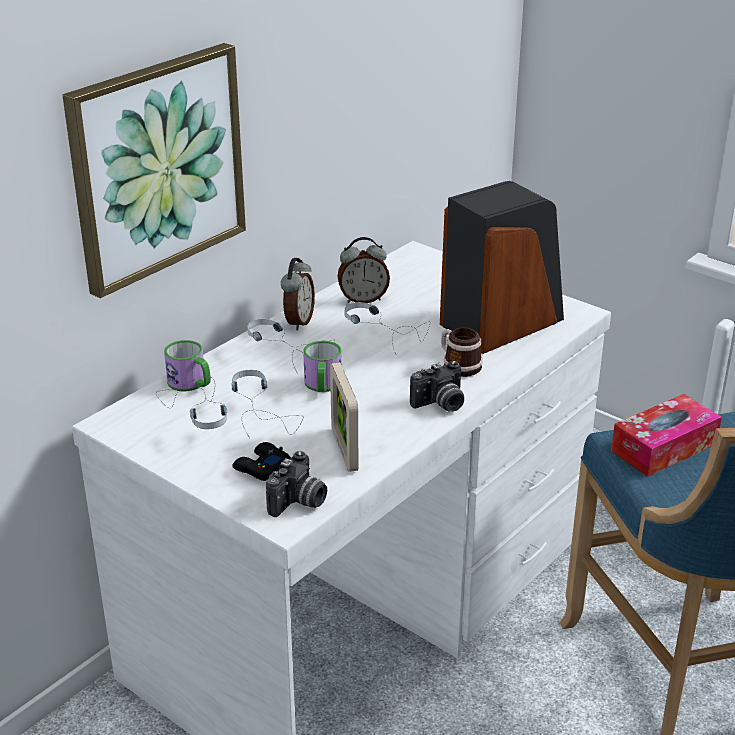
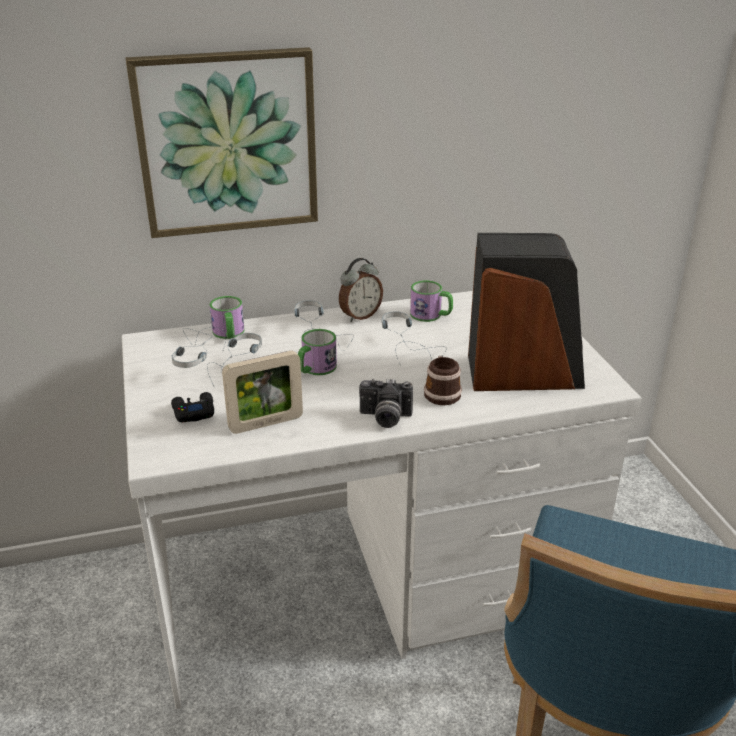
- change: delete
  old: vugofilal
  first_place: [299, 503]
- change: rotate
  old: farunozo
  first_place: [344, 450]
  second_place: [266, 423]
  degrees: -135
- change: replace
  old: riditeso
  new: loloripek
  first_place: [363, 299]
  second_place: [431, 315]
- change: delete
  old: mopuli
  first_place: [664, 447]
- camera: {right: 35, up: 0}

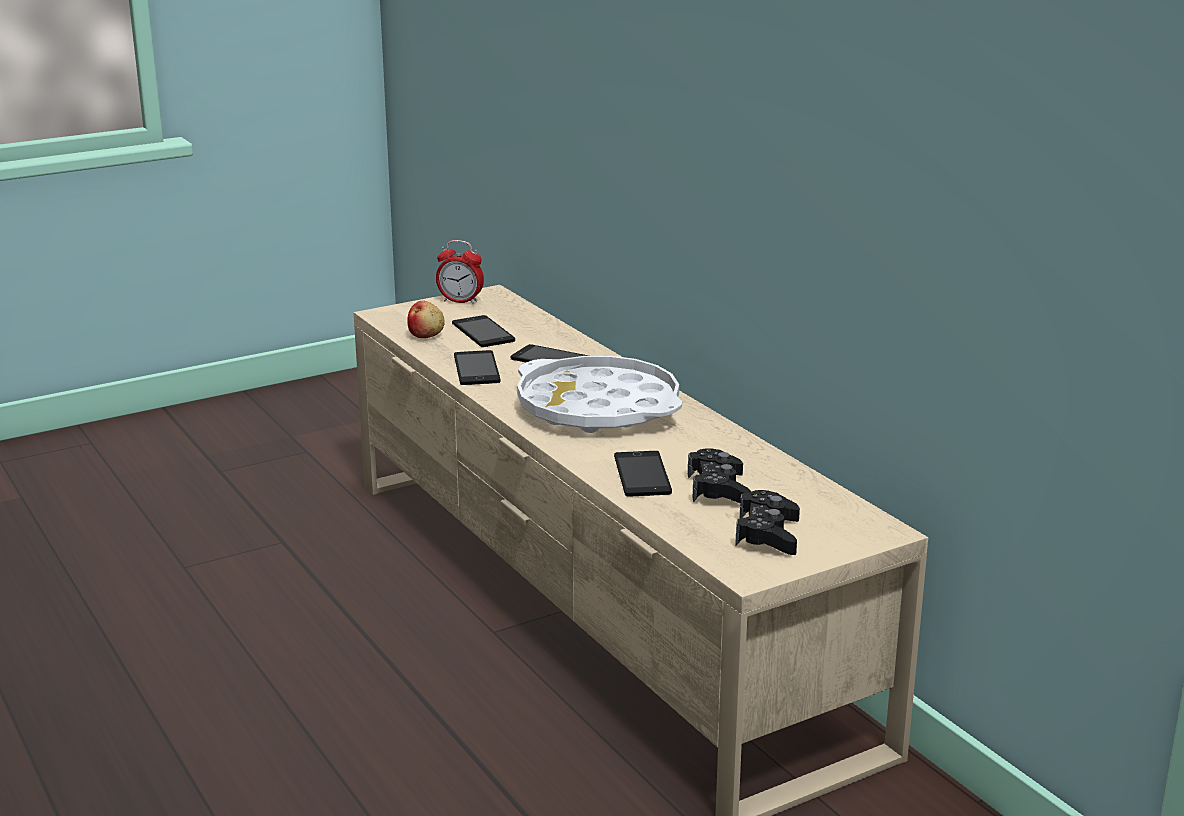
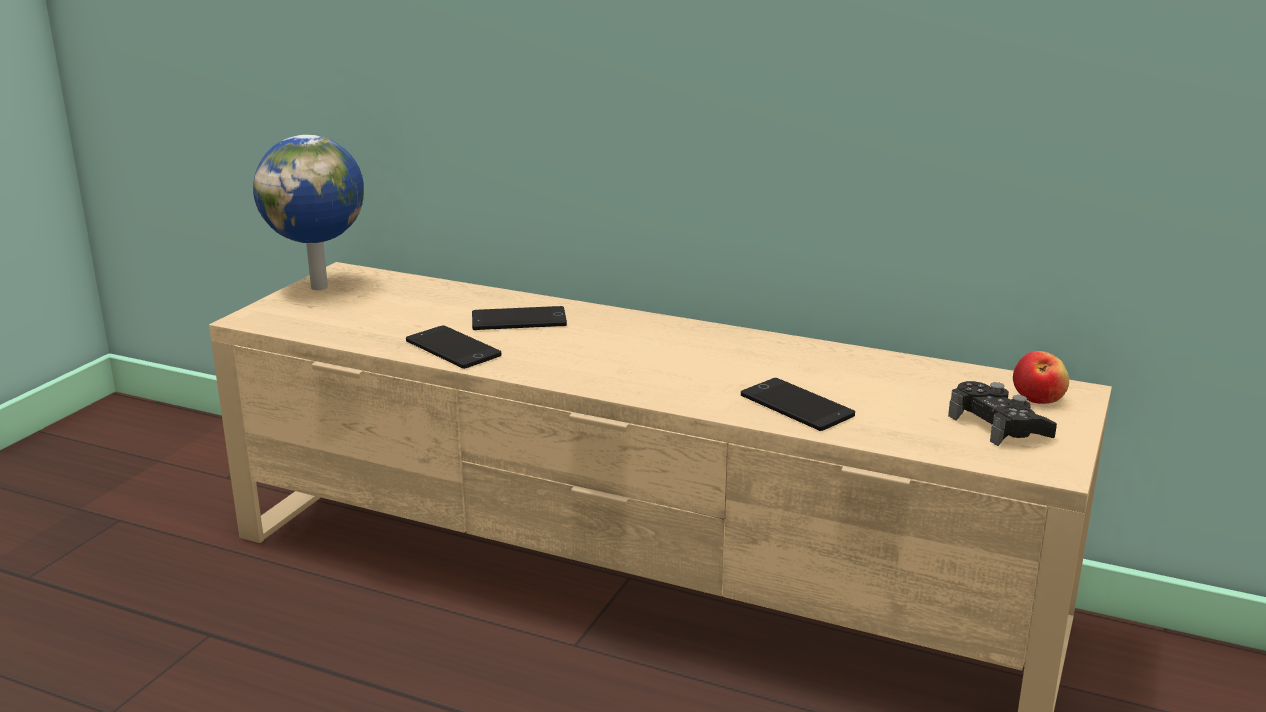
- change: move
  old: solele
  first_place: [426, 335]
  second_place: [1038, 398]
- change: replace
  old: riditeso
  new: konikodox
  first_place: [460, 301]
  second_place: [321, 286]
- change: delete
  old: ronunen
  first_place: [483, 332]
- change: delete
  old: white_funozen
  first_place: [598, 408]
- change: delete
  old: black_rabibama
  first_place: [718, 489]
- camera: {right: -35, up: 0}

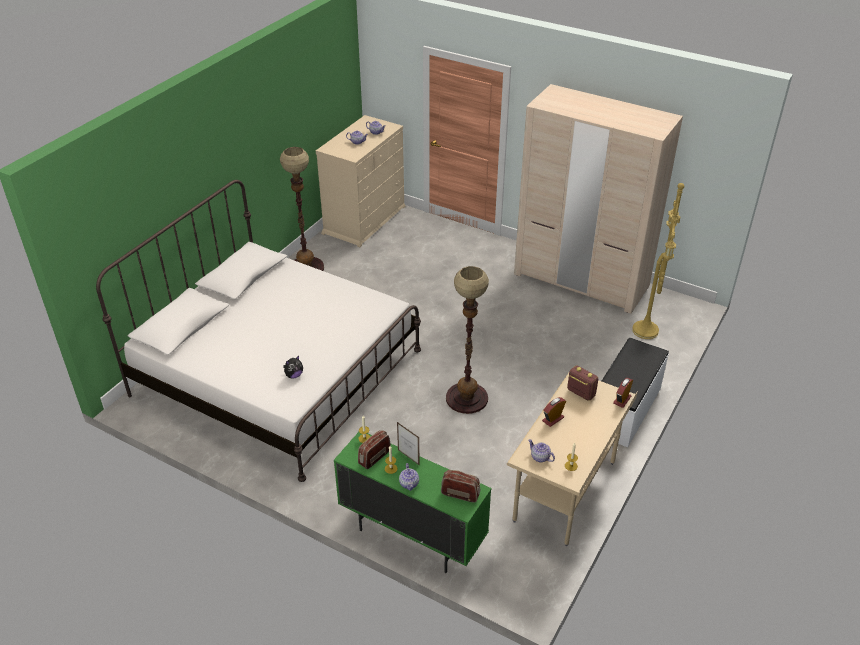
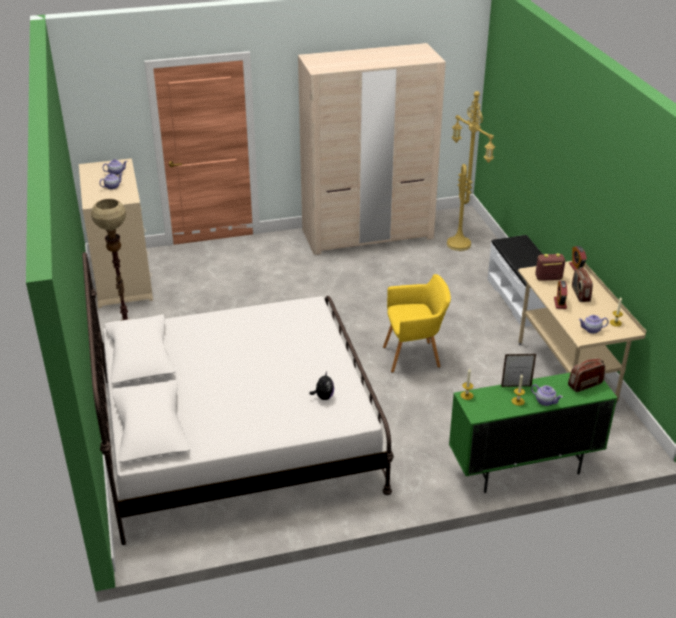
- change: move
  old: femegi
  first_place: [374, 457]
  second_place: [580, 294]
- change: replace
  old: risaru
  new: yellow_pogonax
  first_place: [467, 398]
  second_place: [414, 356]
- camera: {right: -45, up: -5}

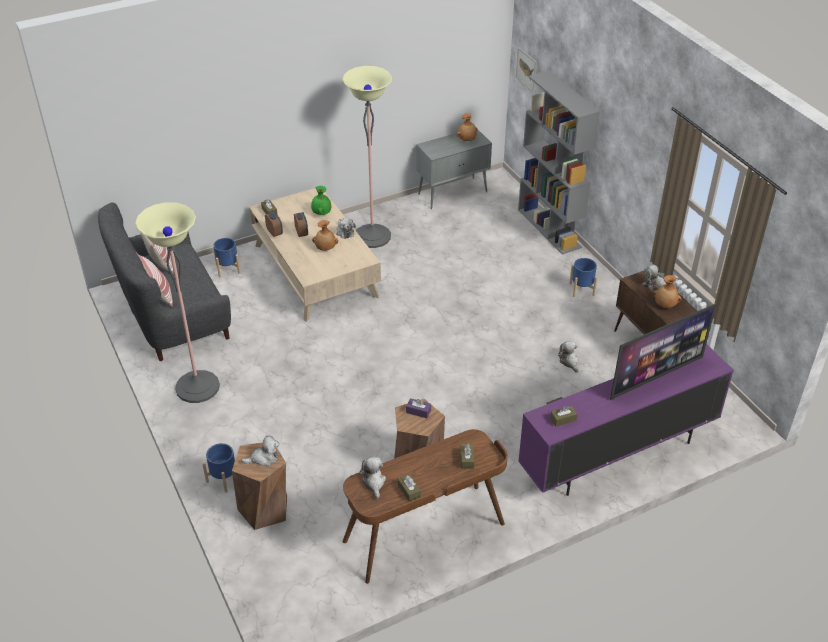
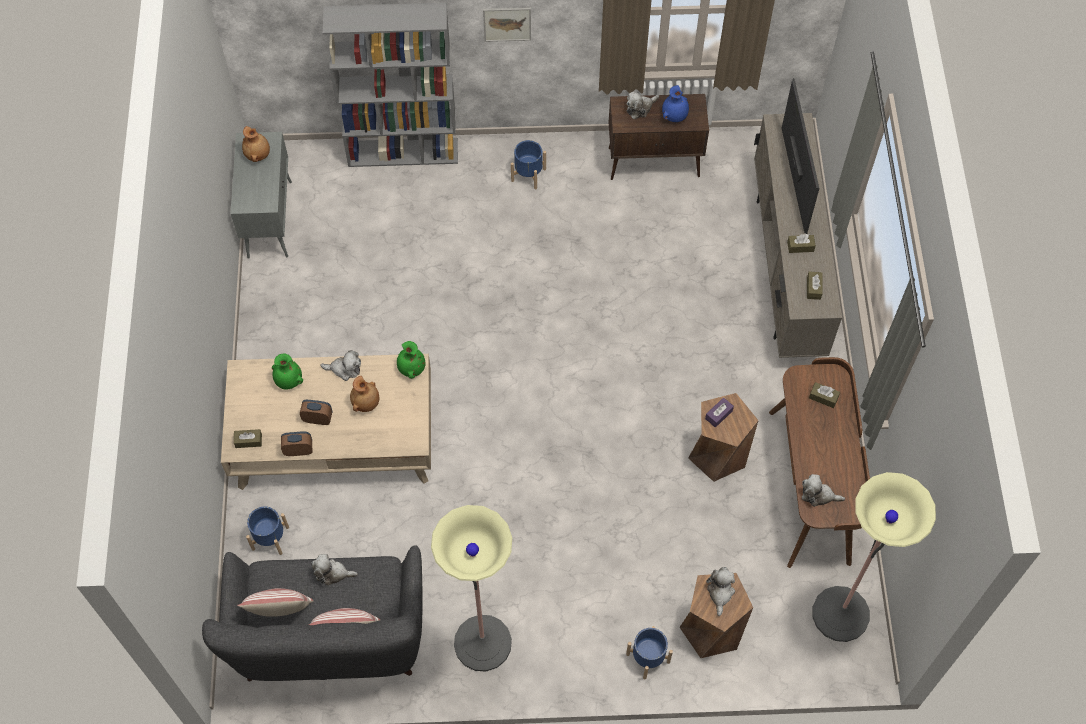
- change: move
  old: risaru
  first_place: [372, 236]
  second_place: [840, 614]
- change: move
  old: brown_mopuli
  first_place: [409, 491]
  second_place: [800, 246]
- change: move
  old: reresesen
  first_place: [526, 69]
  second_place: [507, 23]
- change: recolor
  old: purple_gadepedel
  new: beige_gadepedel
  first_place: [617, 456]
  second_place: [786, 269]
- change: move
  old: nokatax
  first_place: [569, 361]
  second_place: [332, 573]
- change: recolor
  old: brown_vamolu
  new: blue_vamolu
  first_place: [665, 305]
  second_place: [675, 116]
- change: insert
  new: green_vamolu
  second_place: [411, 368]
- camera: {right: -65, up: 20}

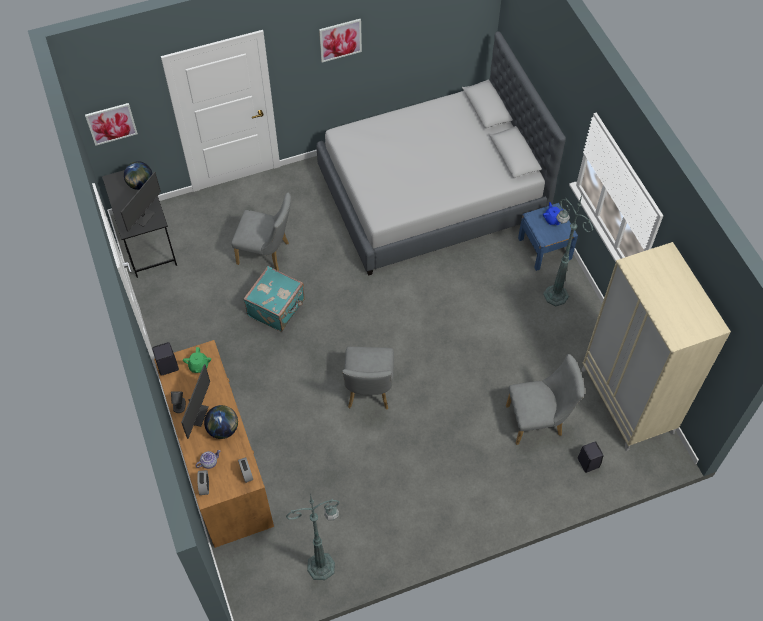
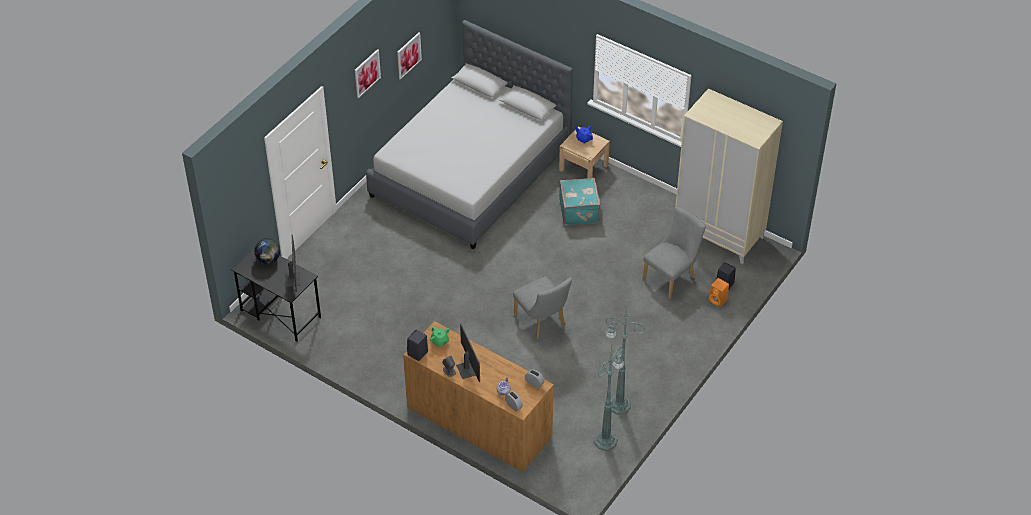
- change: move
  old: reresesen
  first_place: [111, 123]
  second_place: [408, 55]
- change: delete
  old: konikodox
  first_place: [223, 429]
- change: delete
  old: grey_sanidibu
  first_place: [267, 254]
- change: move
  old: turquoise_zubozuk
  first_place: [277, 308]
  second_place: [580, 211]
- change: recolor
  old: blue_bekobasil
  new: beige_bekobasil
  first_place: [544, 248]
  second_place: [583, 168]
- change: move
  old: green_risaru
  first_place: [555, 294]
  second_place: [618, 405]
- change: insert
  new: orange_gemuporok
  second_place: [718, 300]
- camera: {right: -35, up: -10}

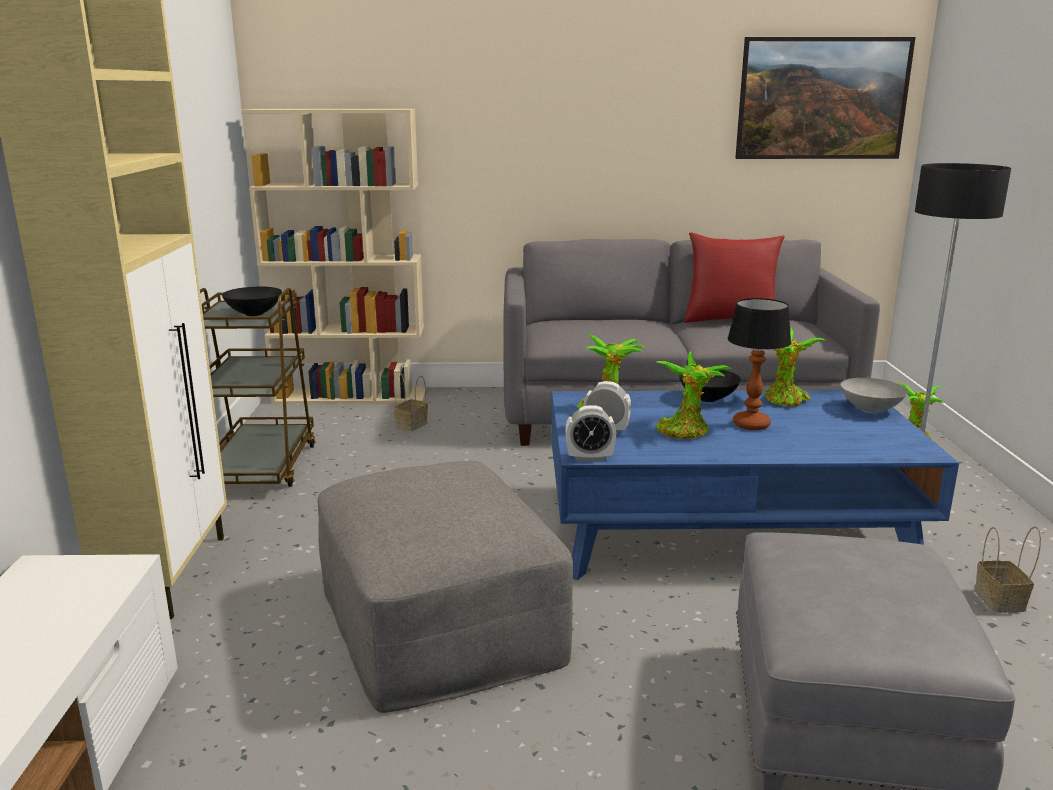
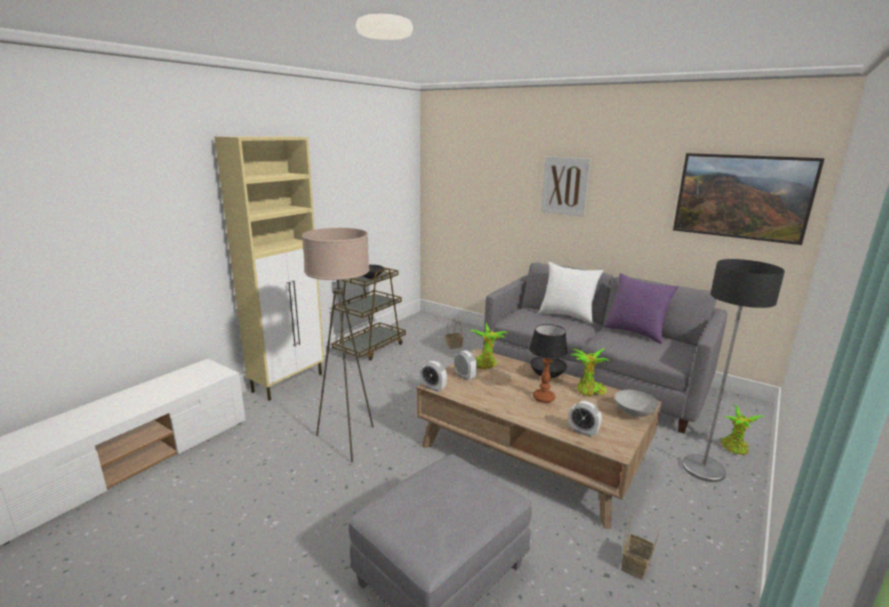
- change: delete
  old: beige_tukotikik
  first_place: [351, 396]
- change: replace
  old: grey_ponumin
  new: beige_risaru
  first_place: [438, 621]
  second_place: [347, 441]
- change: recolor
  old: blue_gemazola
  new: brown_gemazola
  first_place: [726, 527]
  second_place: [532, 452]
- change: delete
  old: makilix
  first_place: [685, 432]
- change: recolor
  old: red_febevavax
  new: purple_febevavax
  first_place: [730, 321]
  second_place: [635, 332]
- change: insert
  new: white_febevavax
  second_place: [567, 315]
- change: insert
  new: reresesen
  second_place: [565, 186]
- change: insert
  new: riditeso
  second_place: [583, 432]
- camera: {right: 35, up: 0}

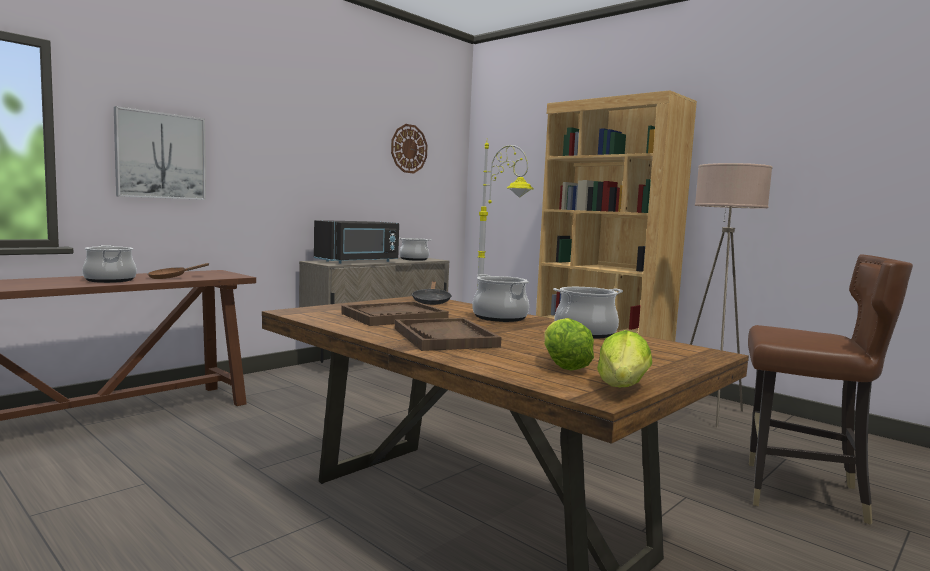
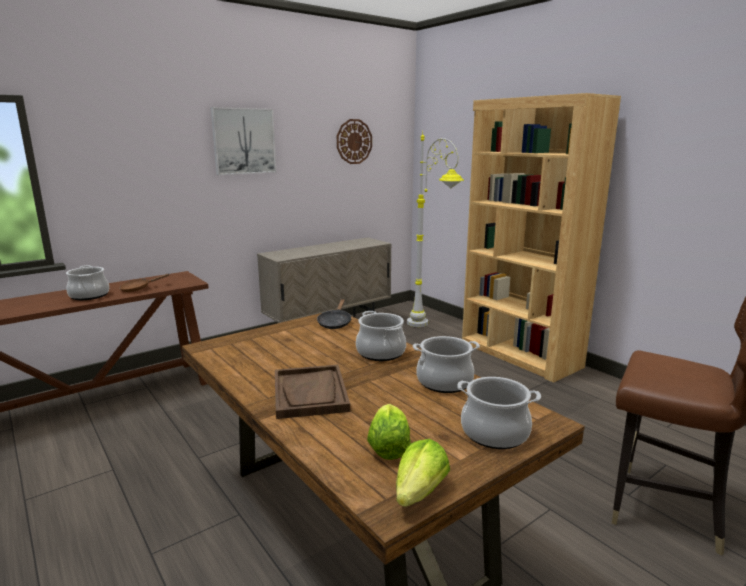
- change: move
  old: reresesen
  first_place: [161, 156]
  second_place: [244, 141]
- change: delete
  old: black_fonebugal
  first_place: [359, 262]
- change: delete
  old: brown_funozen
  first_place: [394, 317]
- change: move
  old: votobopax
  first_place: [414, 259]
  second_place: [495, 433]
- change: delete
  old: beige_risaru
  first_place: [710, 413]
- camera: {right: 10, up: 10}

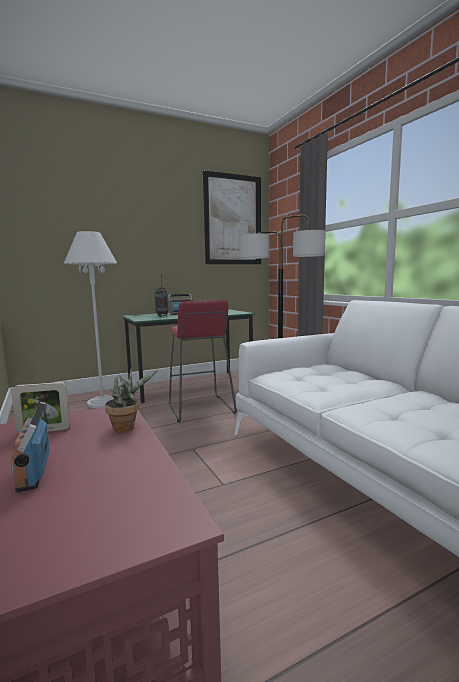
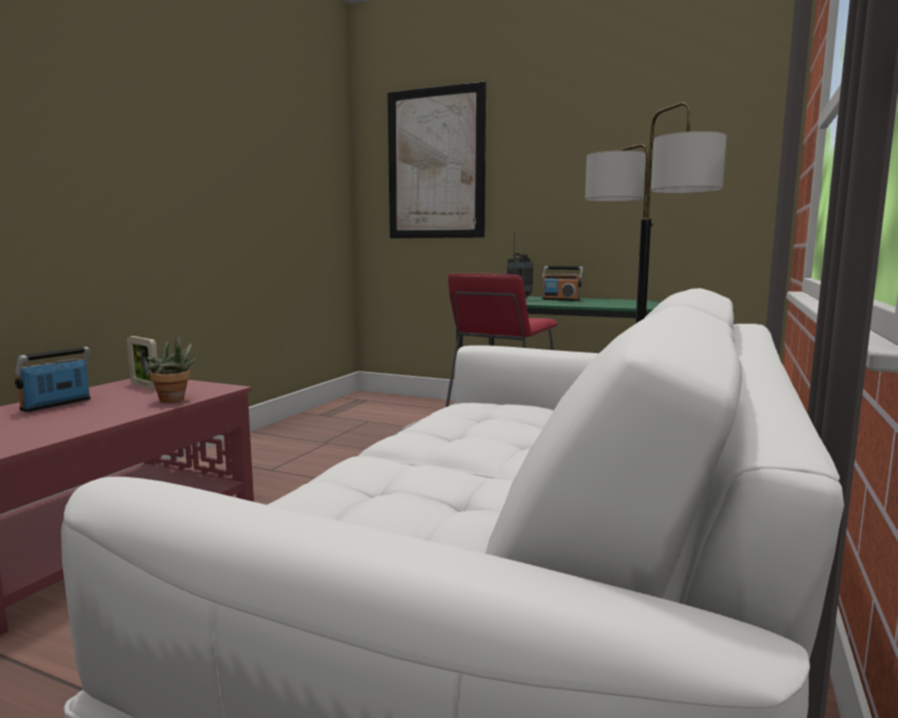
- change: delete
  old: white_risaru
  first_place: [102, 402]
- change: move
  old: reresesen
  first_place: [233, 220]
  second_place: [435, 164]
- camera: {right: 50, up: 0}

